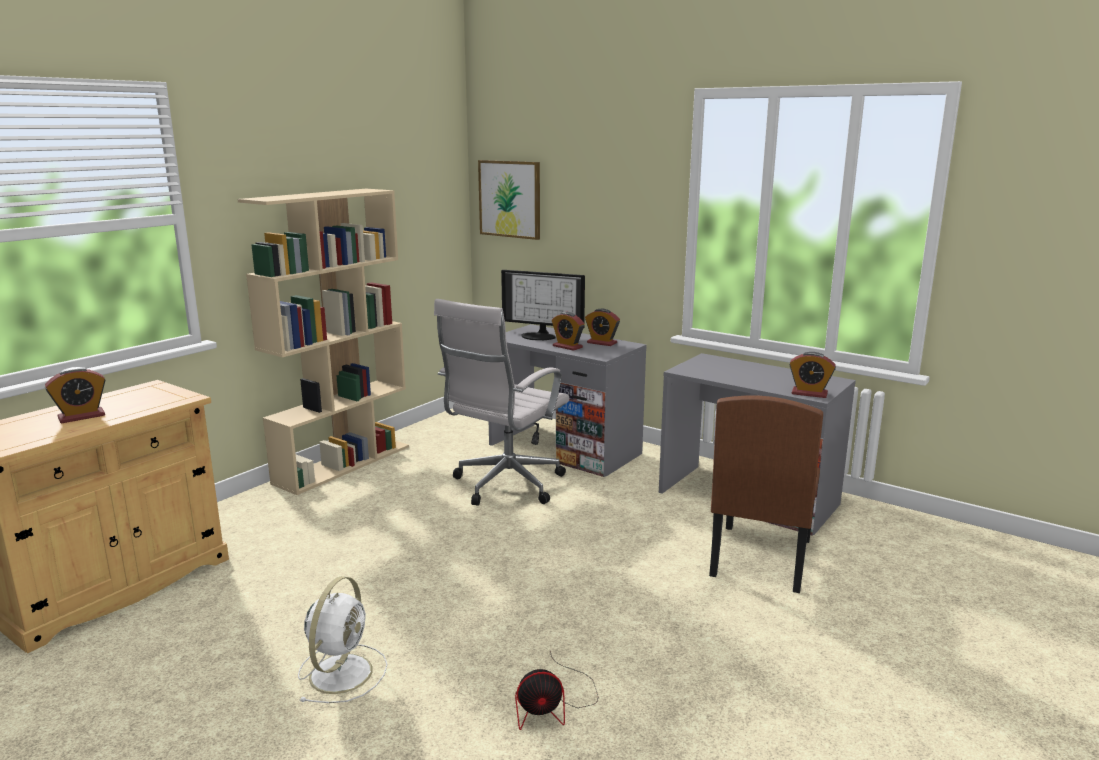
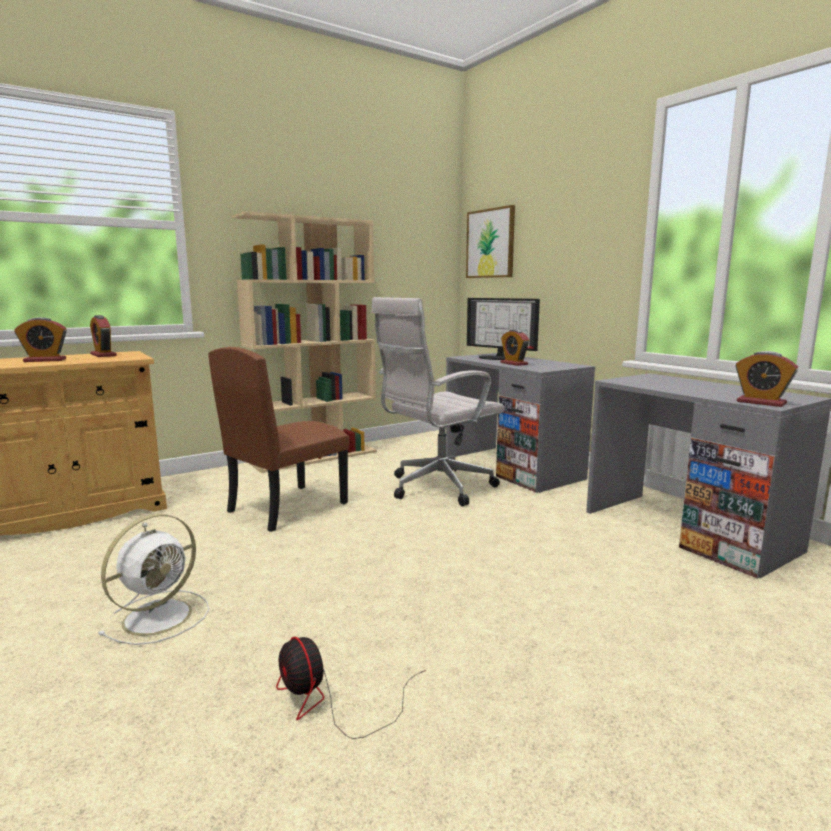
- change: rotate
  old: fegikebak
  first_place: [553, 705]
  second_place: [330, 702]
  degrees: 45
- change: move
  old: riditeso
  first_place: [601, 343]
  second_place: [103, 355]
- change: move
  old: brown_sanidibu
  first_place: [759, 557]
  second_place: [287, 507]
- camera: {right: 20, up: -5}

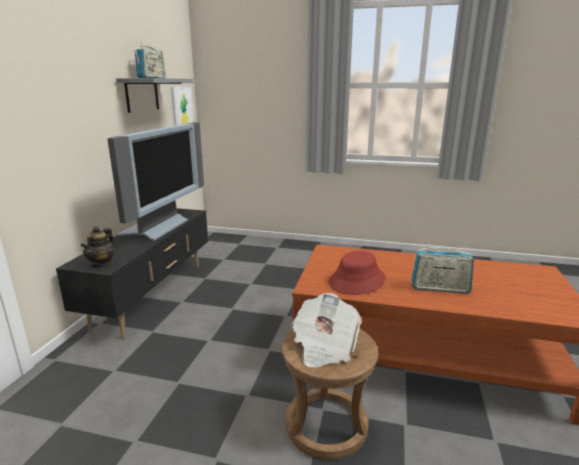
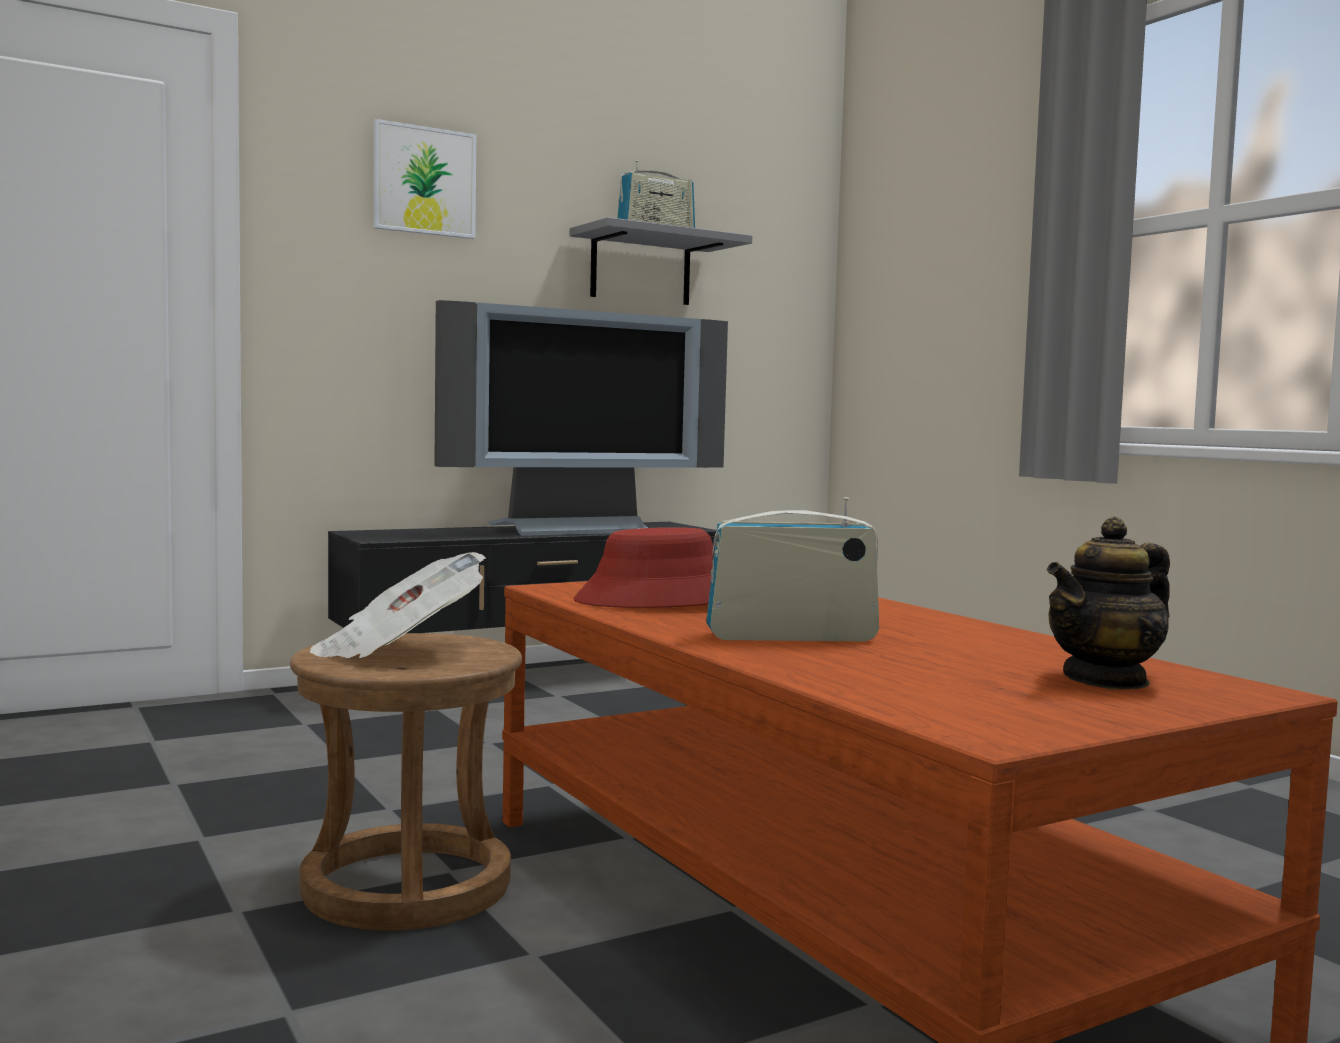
- change: move
  old: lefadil
  first_place: [102, 264]
  second_place: [1106, 680]
- change: move
  old: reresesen
  first_place: [182, 106]
  second_place: [424, 181]
- change: rotate
  old: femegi
  first_place: [440, 288]
  second_place: [791, 637]
  degrees: 120
- camera: {right: 45, up: -15}

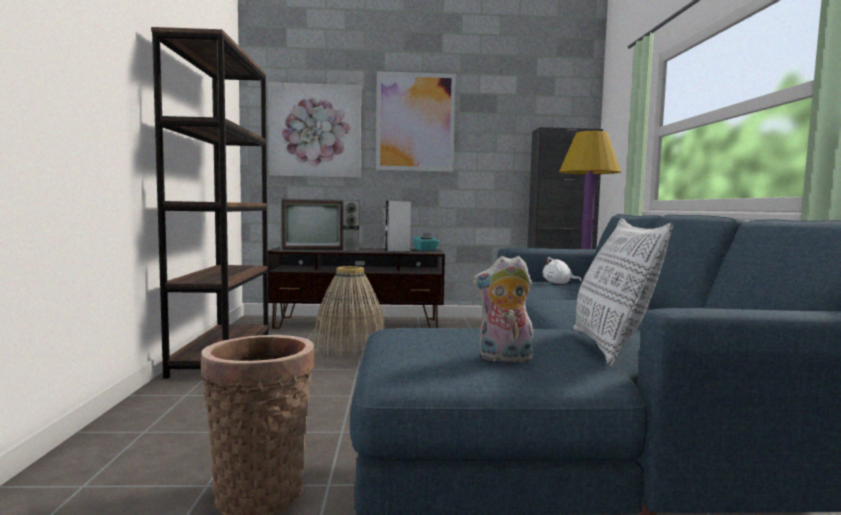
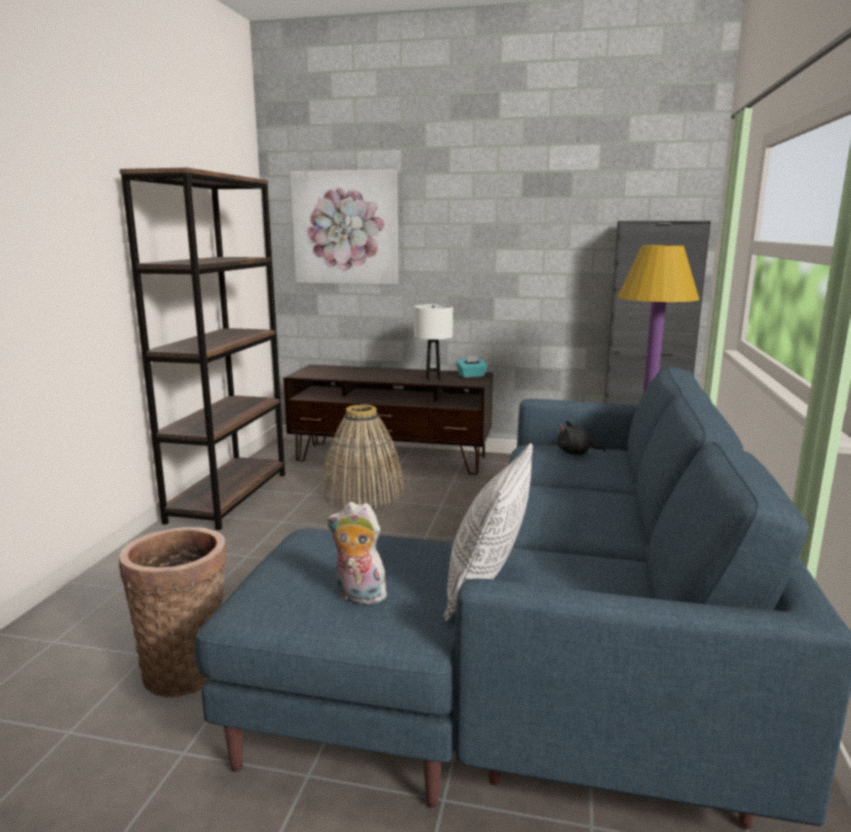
- change: delete
  old: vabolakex
  first_place: [321, 249]
- change: delete
  old: reresesen
  first_place: [415, 122]
- change: replace
  old: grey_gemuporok
  new: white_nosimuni
  first_place: [397, 251]
  second_place: [433, 379]
- change: recolor
  old: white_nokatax
  new: black_nokatax
  first_place: [559, 283]
  second_place: [576, 453]
- camera: {right: 15, up: 10}

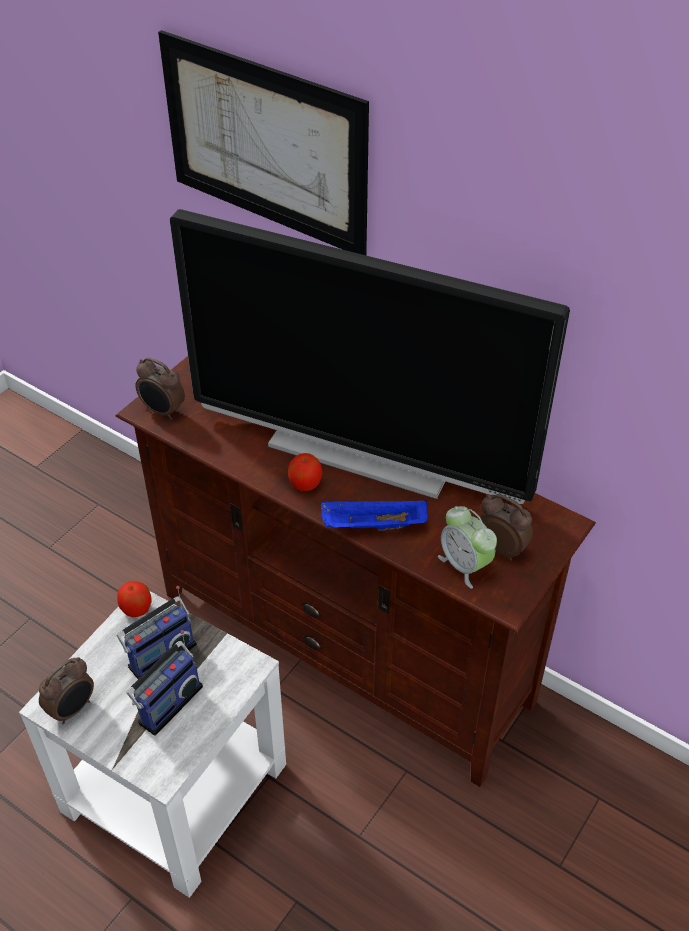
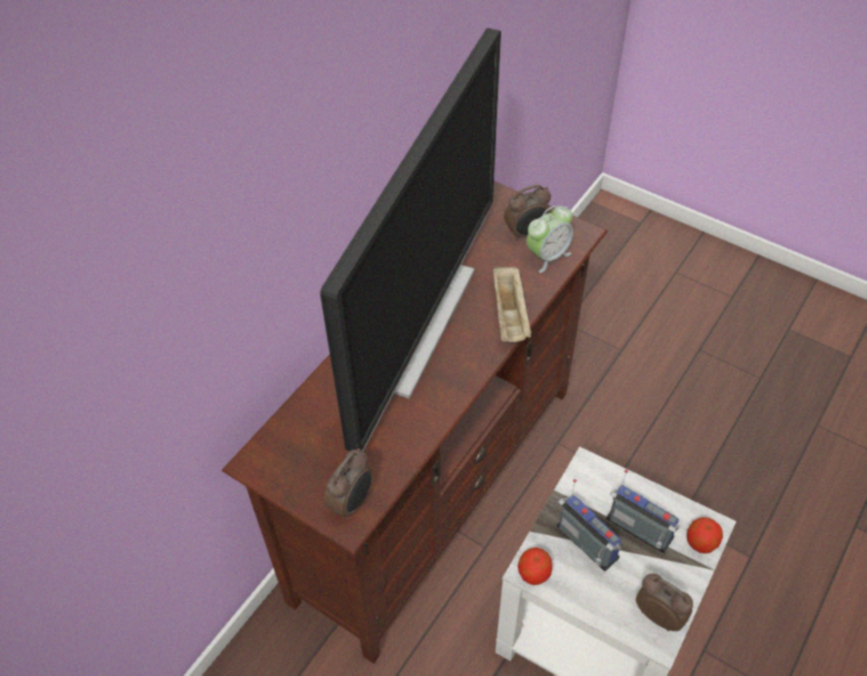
- change: delete
  old: reresesen
  first_place: [264, 144]
- change: move
  old: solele
  first_place: [305, 484]
  second_place: [700, 543]
- change: recolor
  old: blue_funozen
  new: beige_funozen
  first_place: [372, 526]
  second_place: [510, 315]
- change: rotate
  old: riditeso
  first_place: [501, 548]
  second_place: [526, 233]
  degrees: -150
- camera: {right: -90, up: 5}

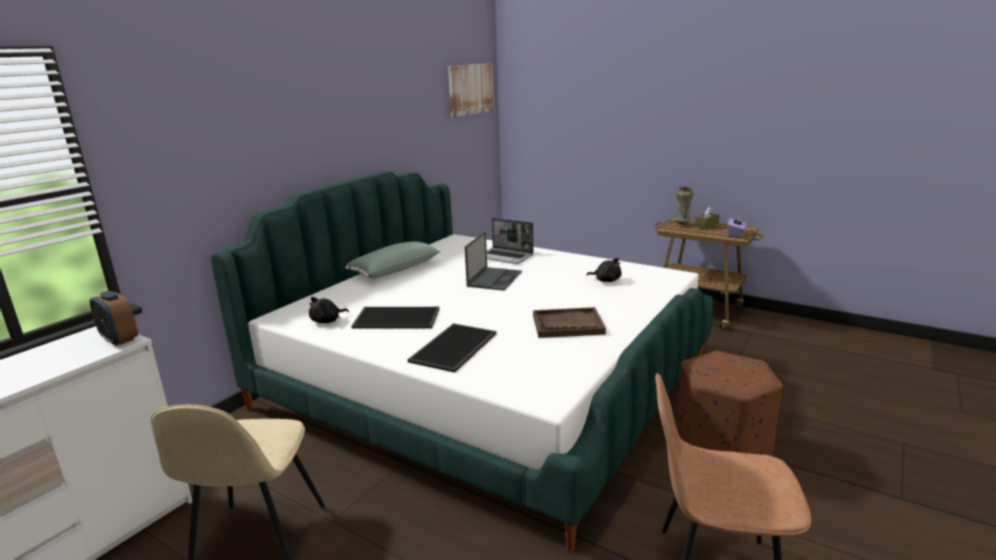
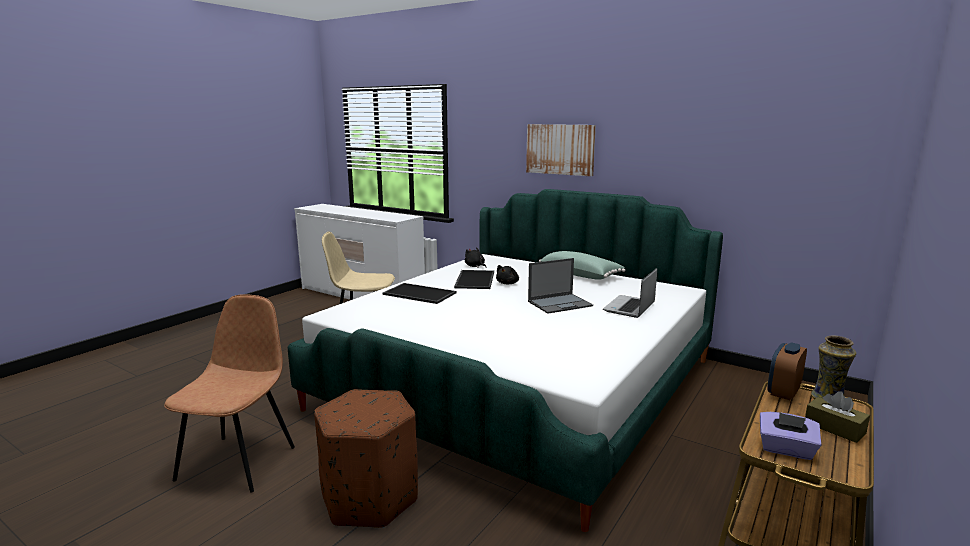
- change: move
  old: riditeso
  first_place: [119, 339]
  second_place: [783, 392]
- change: move
  old: reresesen
  first_place: [470, 89]
  second_place: [560, 149]
- change: rotate
  old: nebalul
  first_place: [494, 279]
  second_place: [560, 303]
  degrees: -45
- change: delete
  old: brown_funozen
  first_place: [567, 325]
- change: move
  old: black_nokatax
  first_place: [606, 280]
  second_place: [508, 283]
- camera: {right: 90, up: -5}

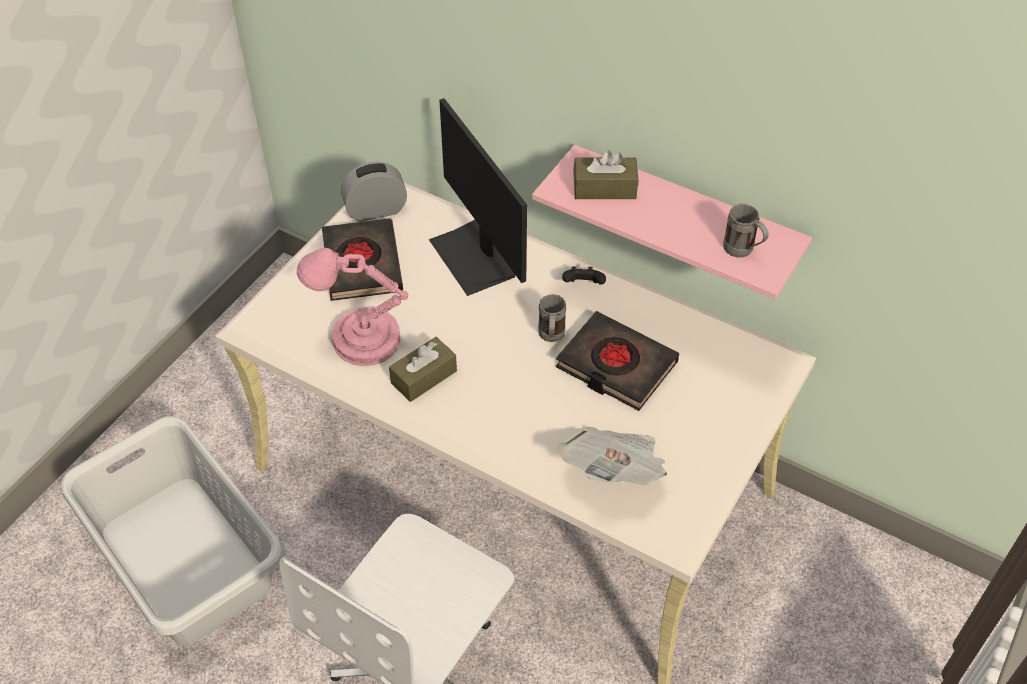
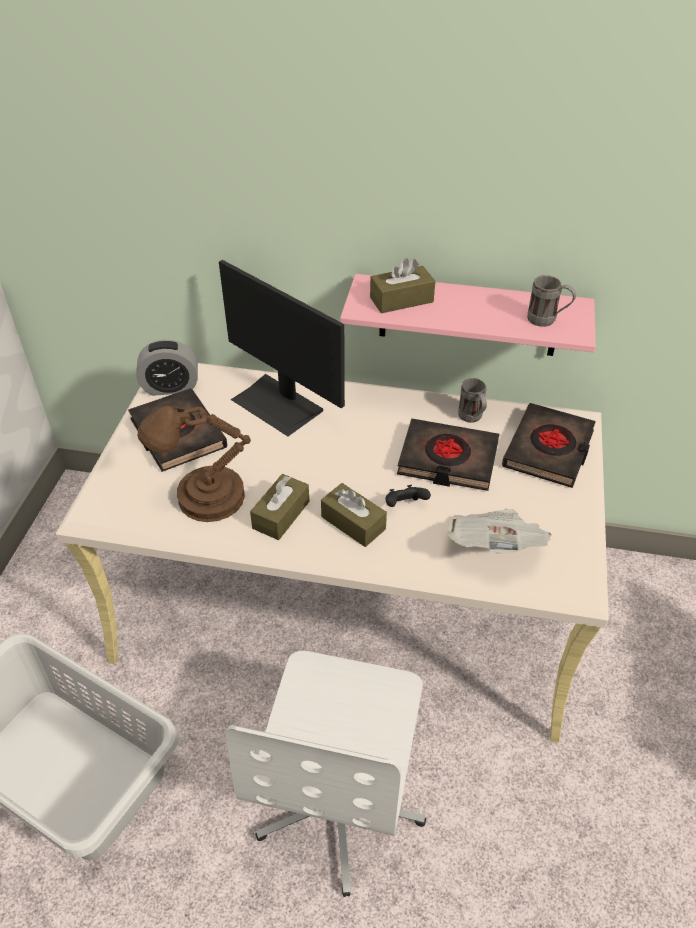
- change: recolor
  old: pink_nosimuni
  new: brown_nosimuni
  first_place: [360, 340]
  second_place: [205, 498]
- change: rotate
  old: riditeso
  first_place: [376, 210]
  second_place: [171, 387]
  degrees: -150
- change: move
  old: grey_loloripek
  first_place: [551, 337]
  second_place: [472, 419]
- change: move
  old: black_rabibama
  first_place: [583, 285]
  second_place: [405, 505]
- change: insert
  new: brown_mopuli
  second_place: [353, 523]
- change: insert
  new: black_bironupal
  second_place: [549, 450]
- camera: {right: -20, up: -5}

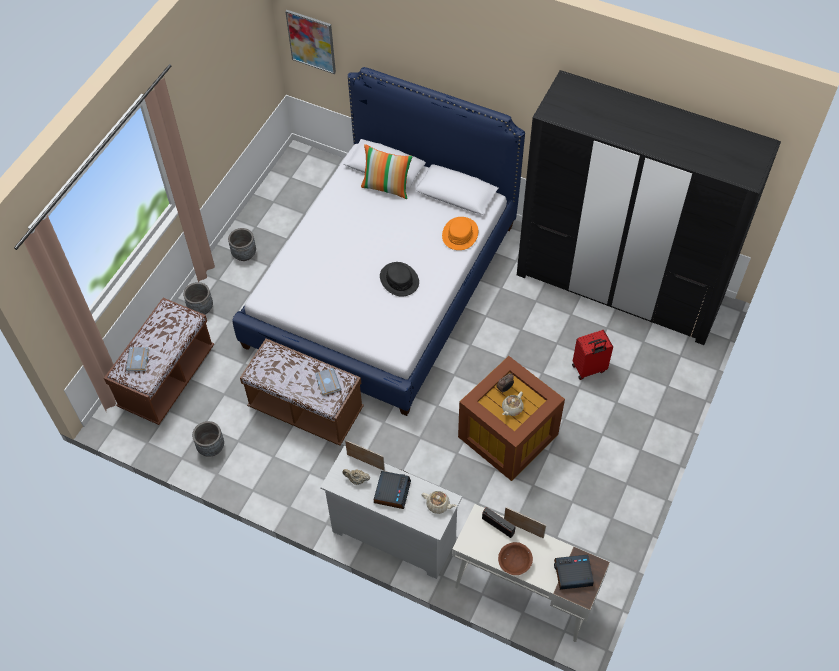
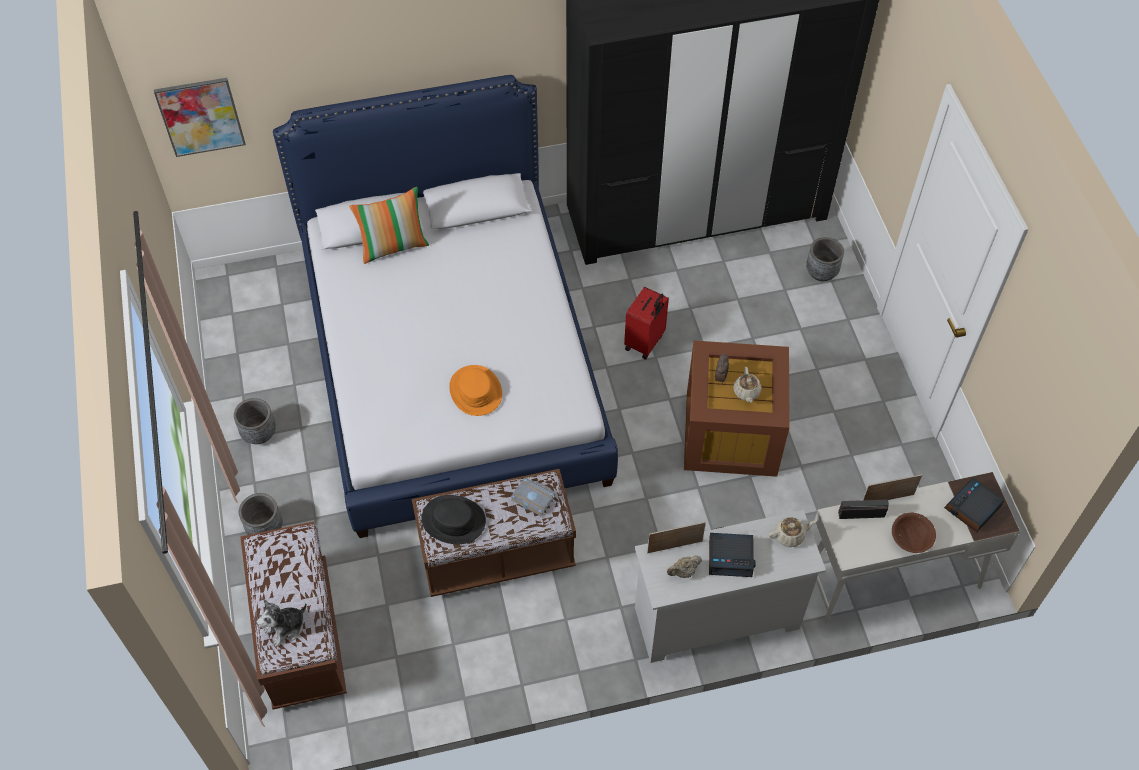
- change: replace
  old: grey_bironupal
  new: nokatax
  first_place: [139, 361]
  second_place: [286, 628]
- change: move
  old: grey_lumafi
  first_place: [211, 447]
  second_place: [821, 272]
- change: rotate
  old: riditeso
  first_place: [392, 491]
  second_place: [731, 557]
  degrees: 120
- change: move
  old: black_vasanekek
  first_place: [399, 279]
  second_place: [453, 520]
- change: move
  old: orange_vasanekek
  first_place: [460, 234]
  second_place: [476, 391]
- change: move
  old: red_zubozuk
  first_place: [589, 369]
  second_place: [645, 342]
- camera: {right: -40, up: 0}

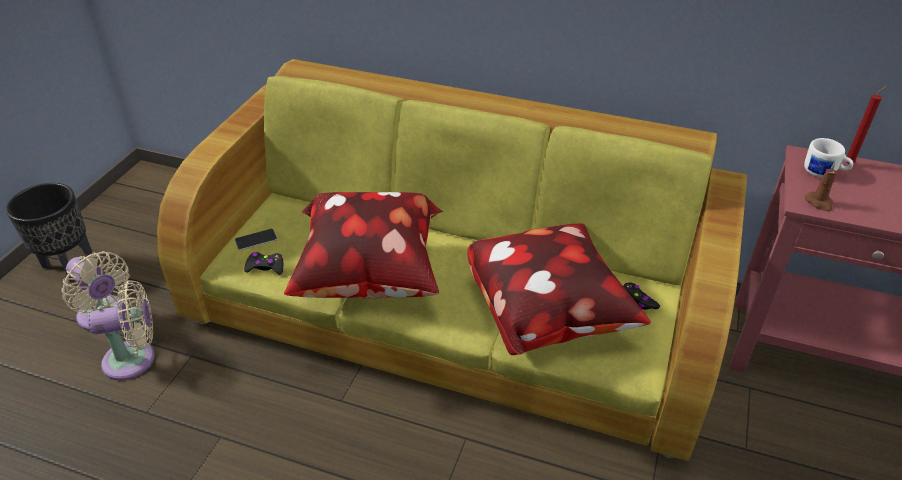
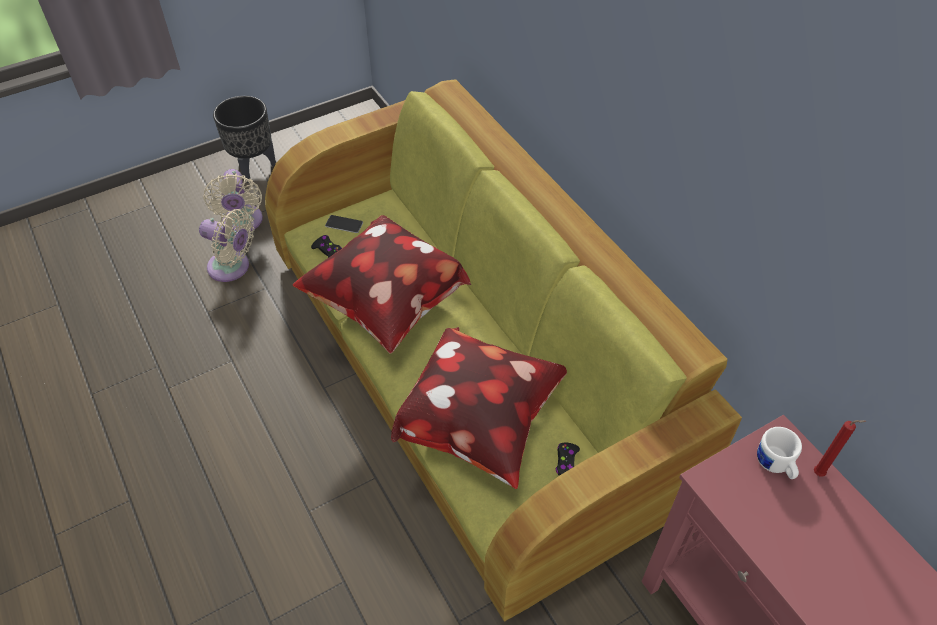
- change: delete
  old: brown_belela
  first_place: [819, 203]
- camera: {right: 40, up: 10}

